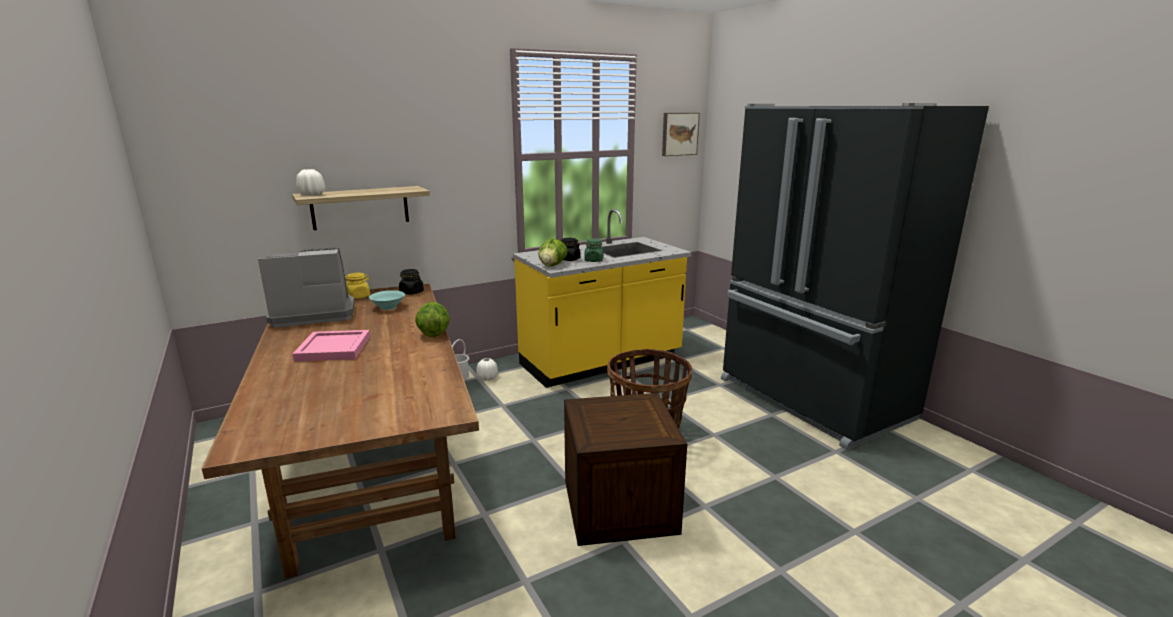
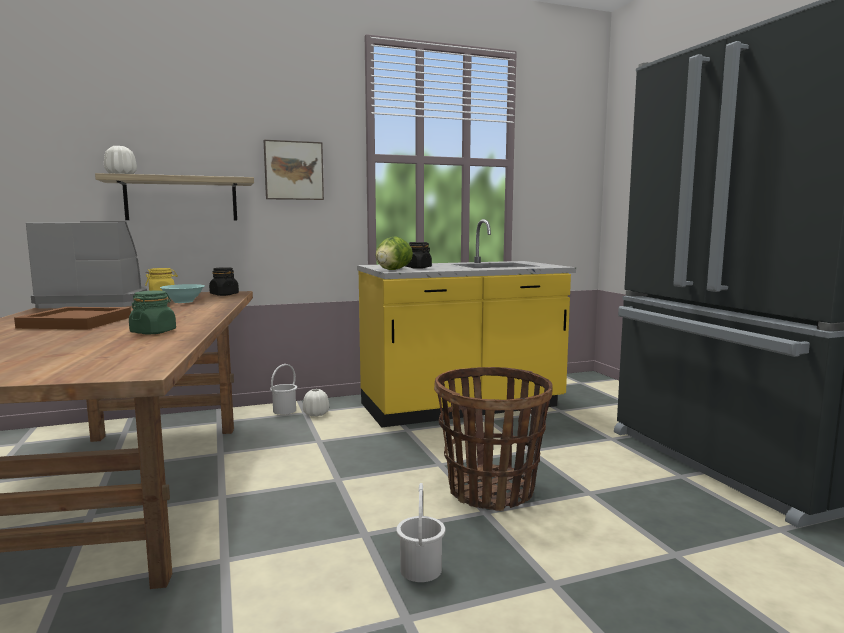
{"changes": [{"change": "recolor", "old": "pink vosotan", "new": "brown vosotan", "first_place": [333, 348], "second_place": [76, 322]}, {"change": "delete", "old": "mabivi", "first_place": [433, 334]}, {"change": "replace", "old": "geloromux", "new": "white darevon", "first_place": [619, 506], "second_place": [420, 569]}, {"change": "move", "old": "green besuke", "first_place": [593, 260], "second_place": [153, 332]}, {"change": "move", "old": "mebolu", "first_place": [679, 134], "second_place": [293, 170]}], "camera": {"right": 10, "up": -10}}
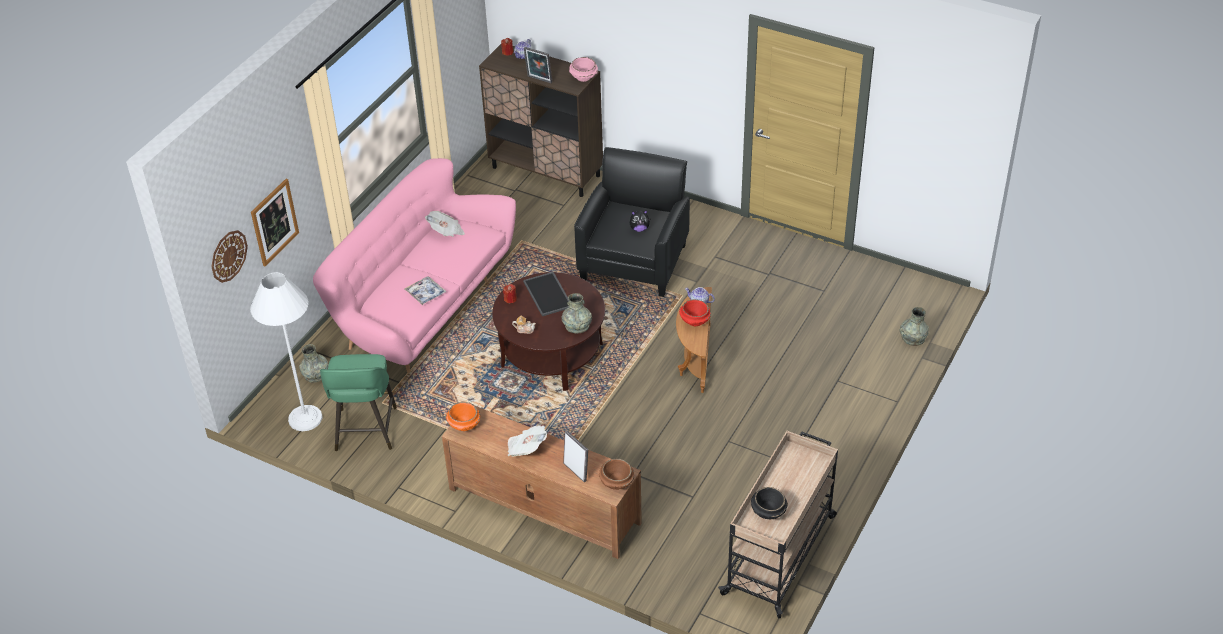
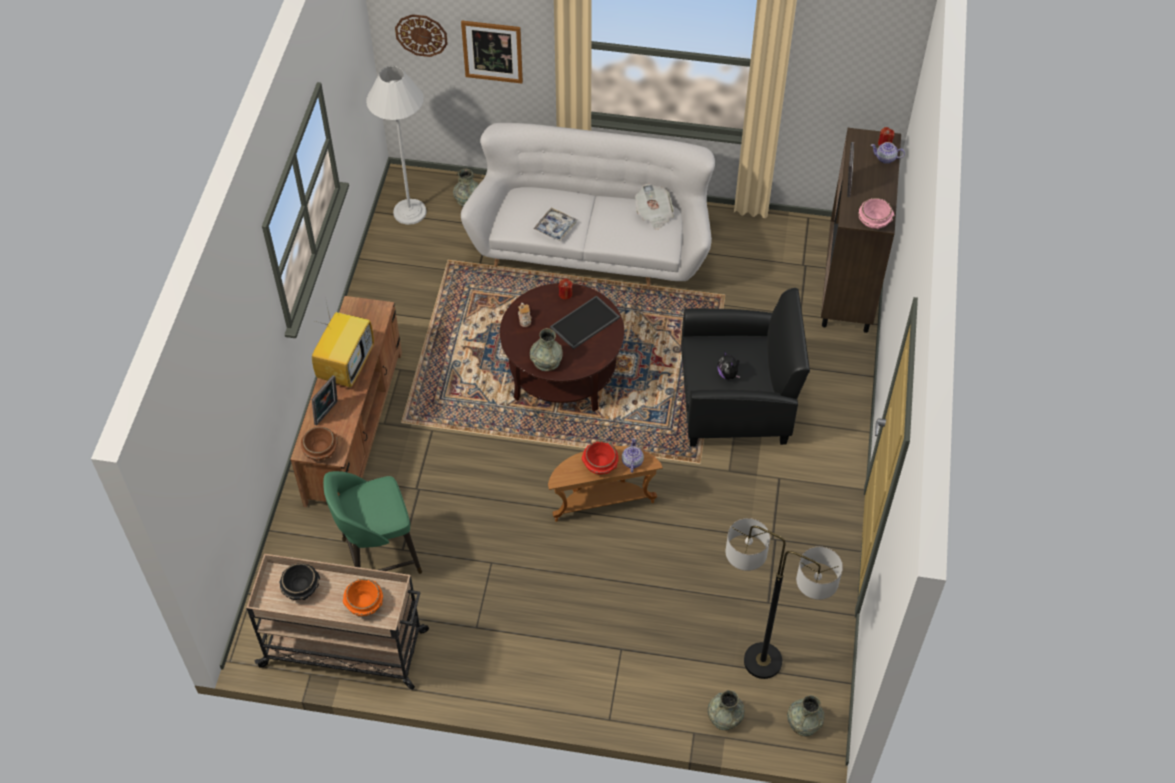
{"changes": [{"change": "recolor", "old": "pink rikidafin", "new": "white rikidafin", "first_place": [422, 305], "second_place": [592, 246]}, {"change": "move", "old": "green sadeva", "first_place": [365, 431], "second_place": [378, 556]}, {"change": "move", "old": "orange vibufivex", "first_place": [464, 425], "second_place": [364, 604]}, {"change": "replace", "old": "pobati", "new": "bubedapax", "first_place": [526, 448], "second_place": [346, 365]}, {"change": "insert", "new": "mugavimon", "second_place": [763, 661]}, {"change": "insert", "new": "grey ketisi", "second_place": [804, 722]}], "camera": {"right": 70, "up": 10}}
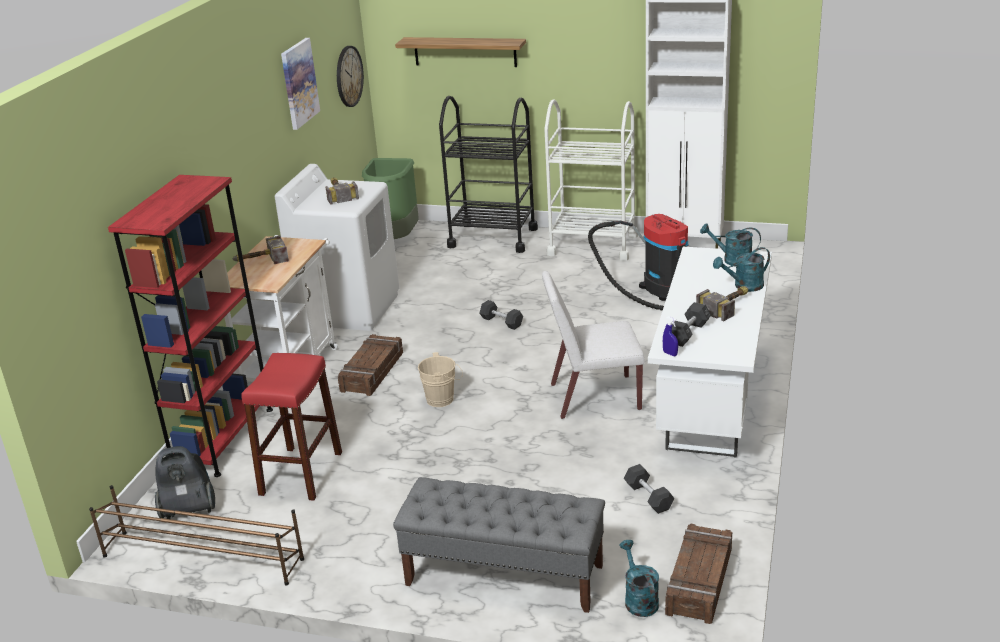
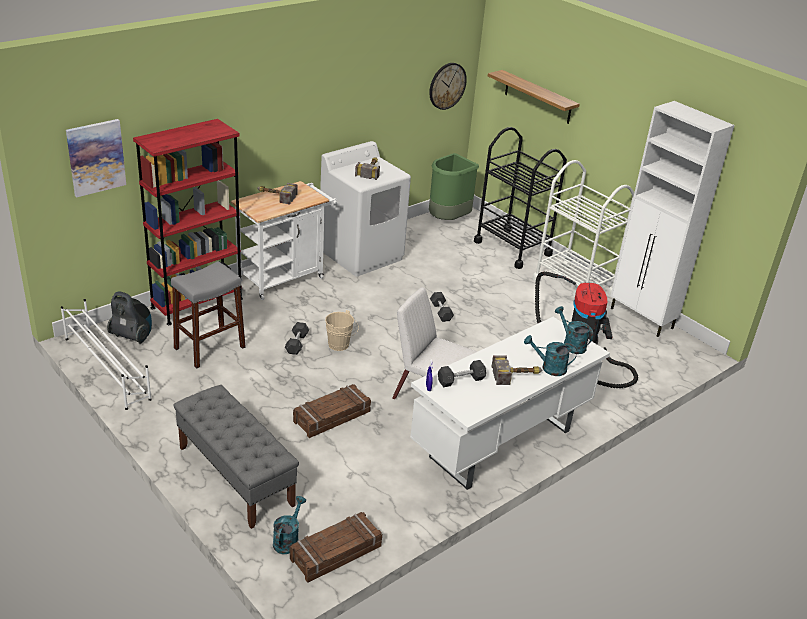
{"changes": [{"change": "recolor", "old": "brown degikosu", "new": "white degikosu", "first_place": [202, 557], "second_place": [107, 368]}, {"change": "recolor", "old": "red sadeva", "new": "grey sadeva", "first_place": [301, 473], "second_place": [209, 348]}, {"change": "move", "old": "mebolu", "first_place": [299, 83], "second_place": [96, 157]}, {"change": "move", "old": "geloromux", "first_place": [373, 372], "second_place": [332, 417]}, {"change": "move", "old": "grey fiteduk", "first_place": [648, 497], "second_place": [297, 344]}], "camera": {"right": 30, "up": 5}}
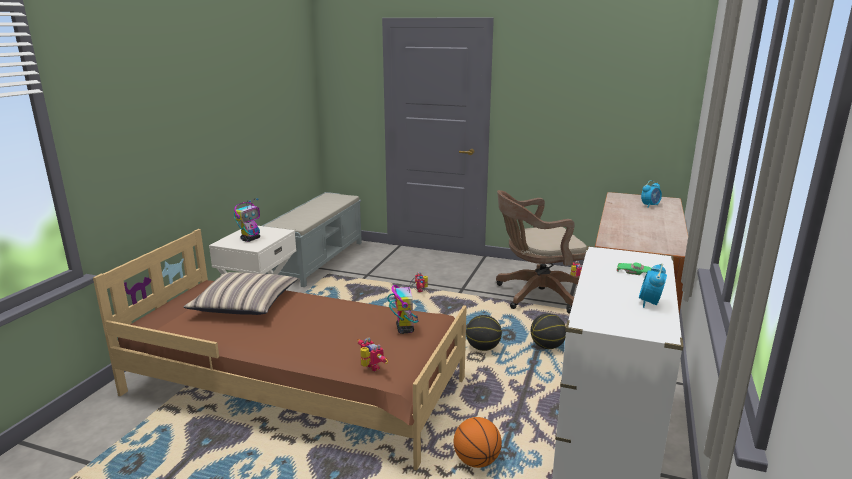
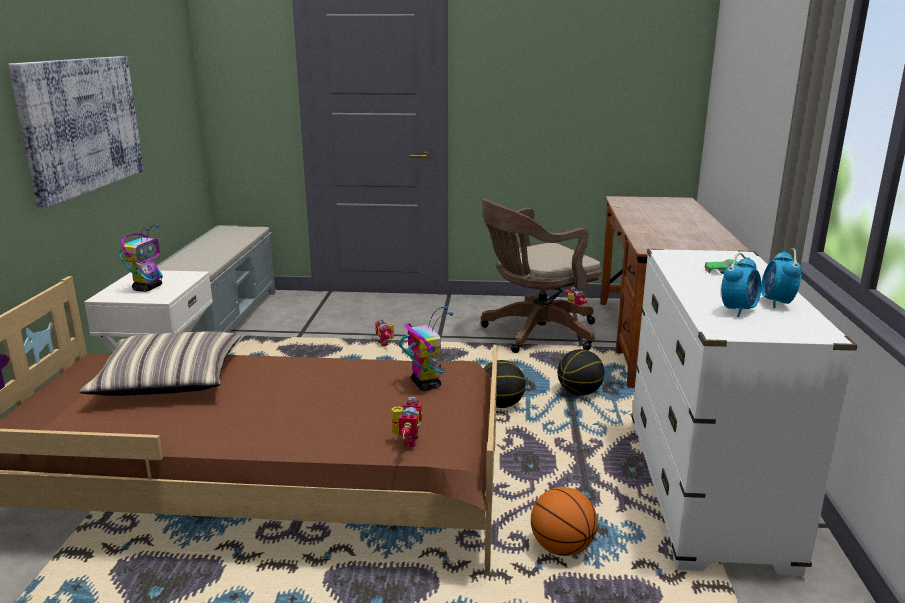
{"changes": [{"change": "rotate", "old": "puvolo", "first_place": [370, 368], "second_place": [406, 440], "degrees": 60}, {"change": "move", "old": "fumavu", "first_place": [650, 206], "second_place": [738, 310]}, {"change": "insert", "new": "mebolu", "second_place": [80, 125]}], "camera": {"right": -15, "up": 0}}
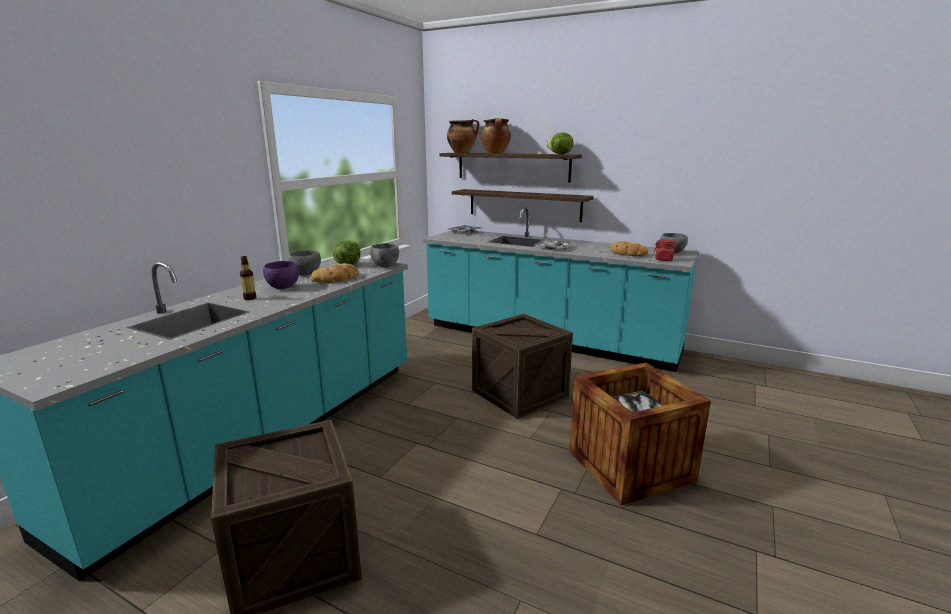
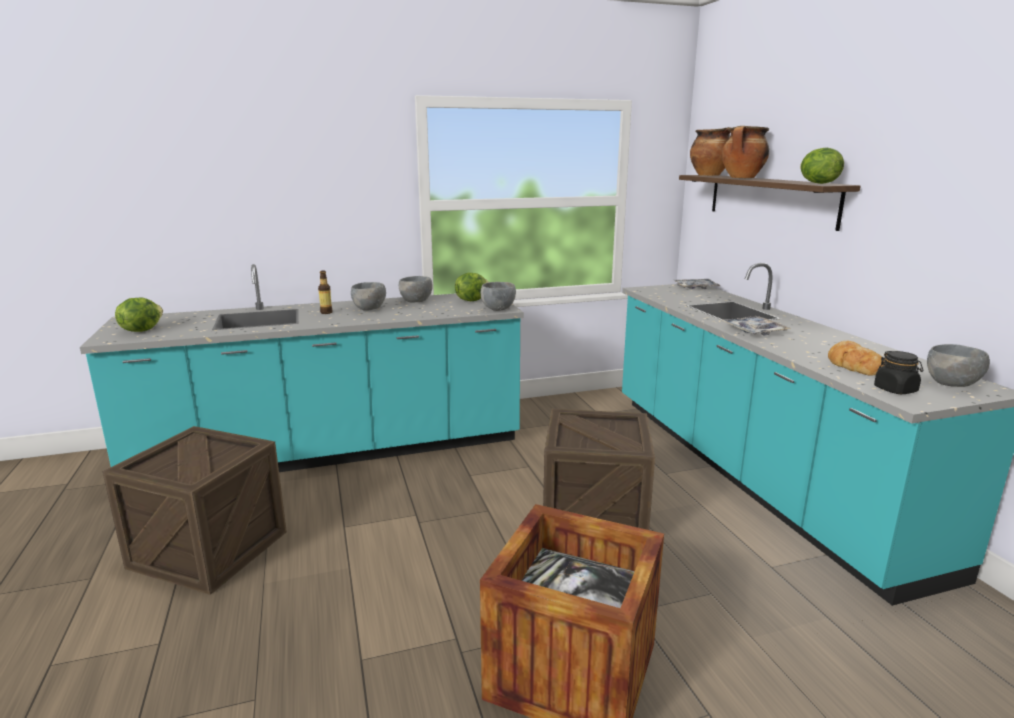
{"changes": [{"change": "recolor", "old": "purple vibufivex", "new": "grey vibufivex", "first_place": [283, 287], "second_place": [370, 309]}, {"change": "delete", "old": "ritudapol", "first_place": [337, 279]}, {"change": "delete", "old": "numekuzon", "first_place": [524, 205]}, {"change": "recolor", "old": "red besuke", "new": "black besuke", "first_place": [664, 259], "second_place": [895, 390]}, {"change": "insert", "new": "mabivi", "second_place": [141, 330]}], "camera": {"right": 45, "up": 0}}
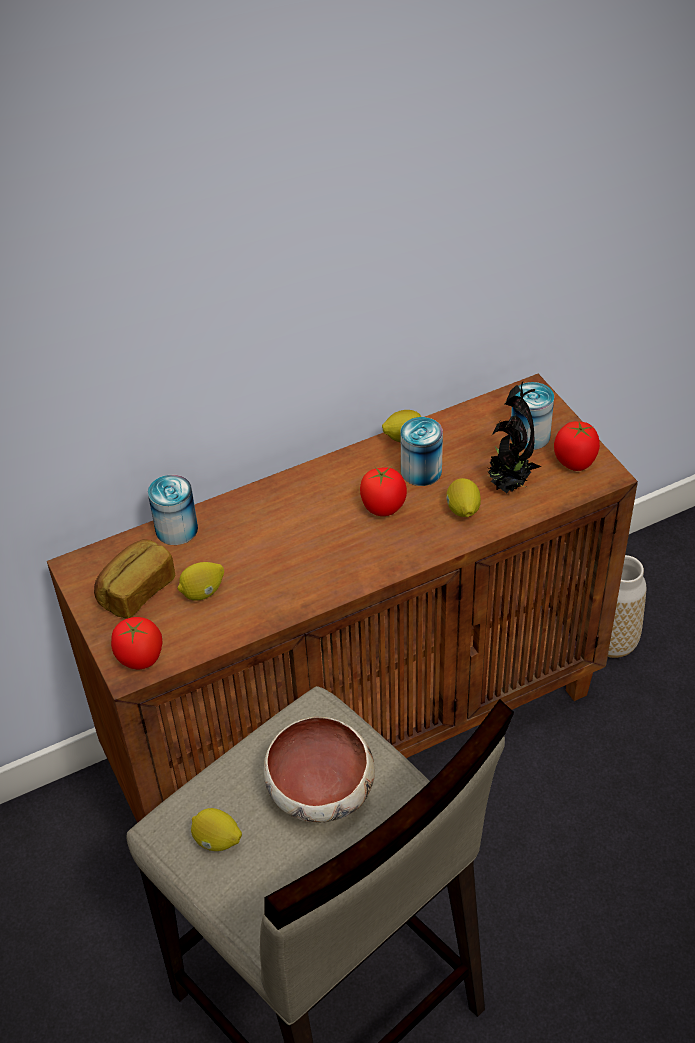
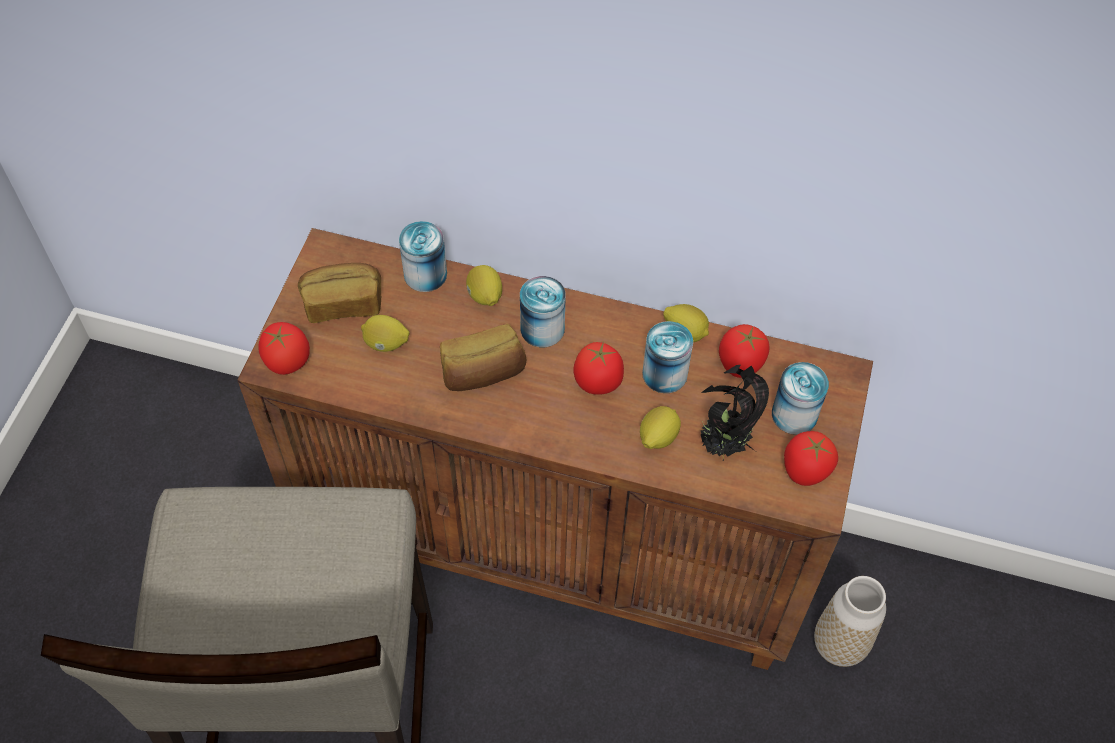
{"changes": [{"change": "move", "old": "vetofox", "first_place": [217, 841], "second_place": [484, 296]}, {"change": "delete", "old": "vibufivex", "first_place": [322, 791]}, {"change": "insert", "new": "ritudapol", "second_place": [483, 373]}, {"change": "insert", "new": "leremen", "second_place": [542, 329]}, {"change": "insert", "new": "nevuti", "second_place": [740, 364]}], "camera": {"right": 40, "up": 10}}
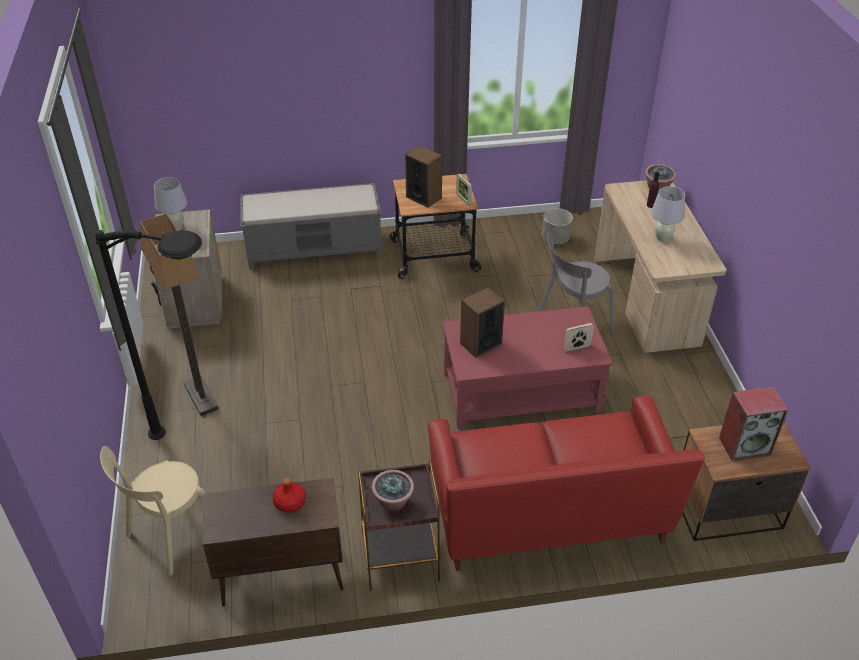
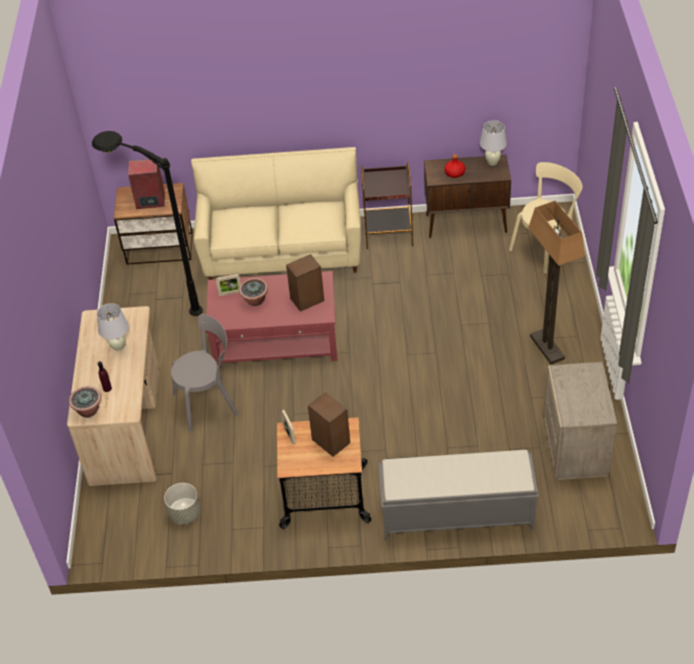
{"changes": [{"change": "move", "old": "black mugavimon", "first_place": [205, 446], "second_place": [159, 300]}, {"change": "move", "old": "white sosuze", "first_place": [176, 228], "second_place": [492, 162]}, {"change": "move", "old": "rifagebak", "first_place": [393, 502], "second_place": [255, 300]}, {"change": "recolor", "old": "red rikidafin", "new": "beige rikidafin", "first_place": [548, 513], "second_place": [283, 252]}], "camera": {"right": -170, "up": 5}}
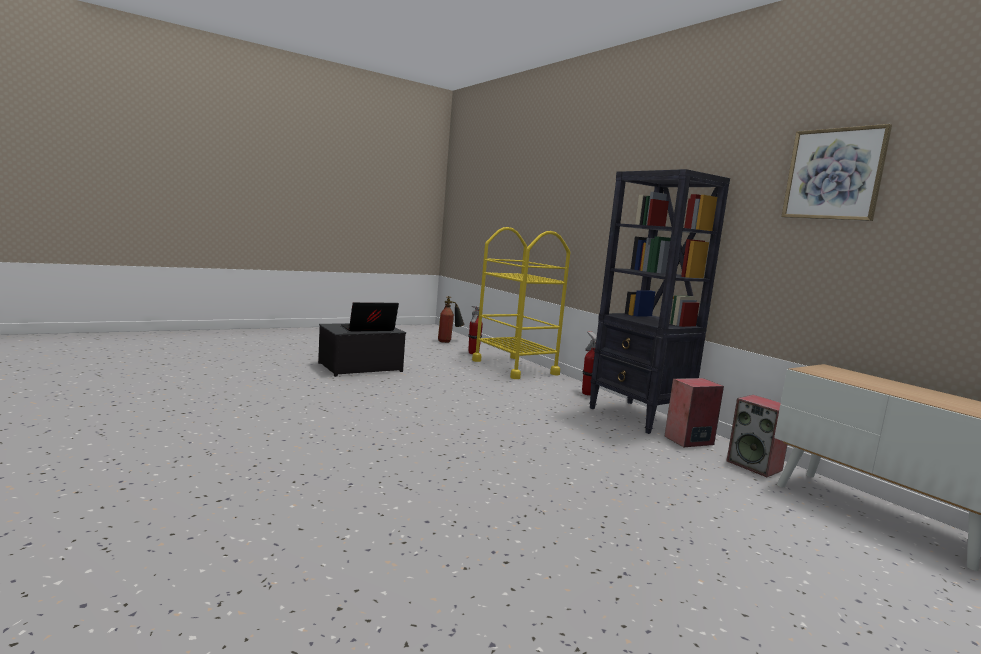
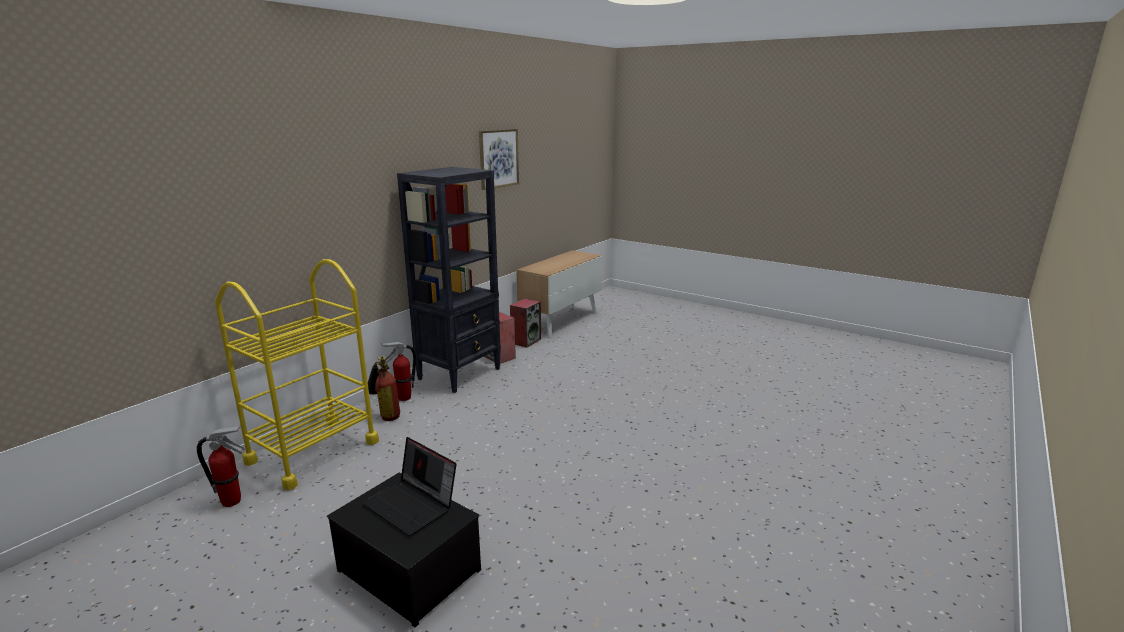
{"changes": [{"change": "move", "old": "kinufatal", "first_place": [449, 341], "second_place": [385, 415]}], "camera": {"right": -110, "up": 10}}
